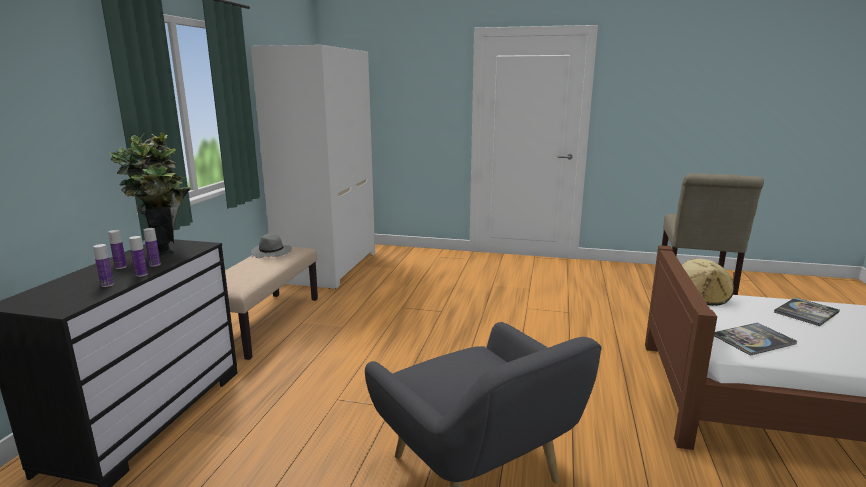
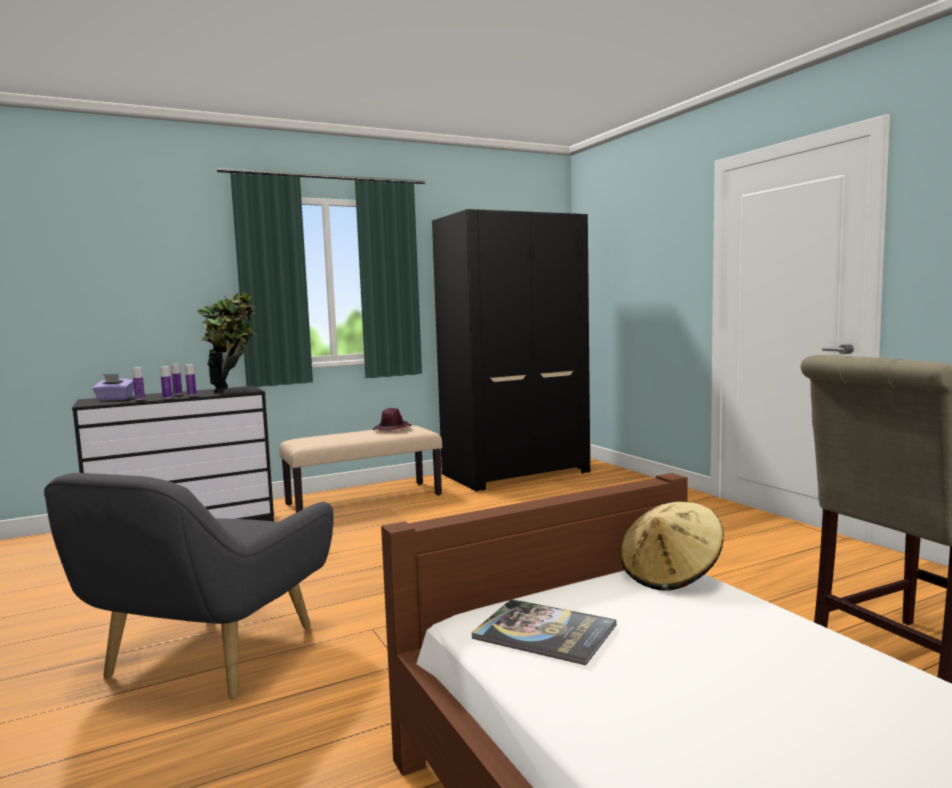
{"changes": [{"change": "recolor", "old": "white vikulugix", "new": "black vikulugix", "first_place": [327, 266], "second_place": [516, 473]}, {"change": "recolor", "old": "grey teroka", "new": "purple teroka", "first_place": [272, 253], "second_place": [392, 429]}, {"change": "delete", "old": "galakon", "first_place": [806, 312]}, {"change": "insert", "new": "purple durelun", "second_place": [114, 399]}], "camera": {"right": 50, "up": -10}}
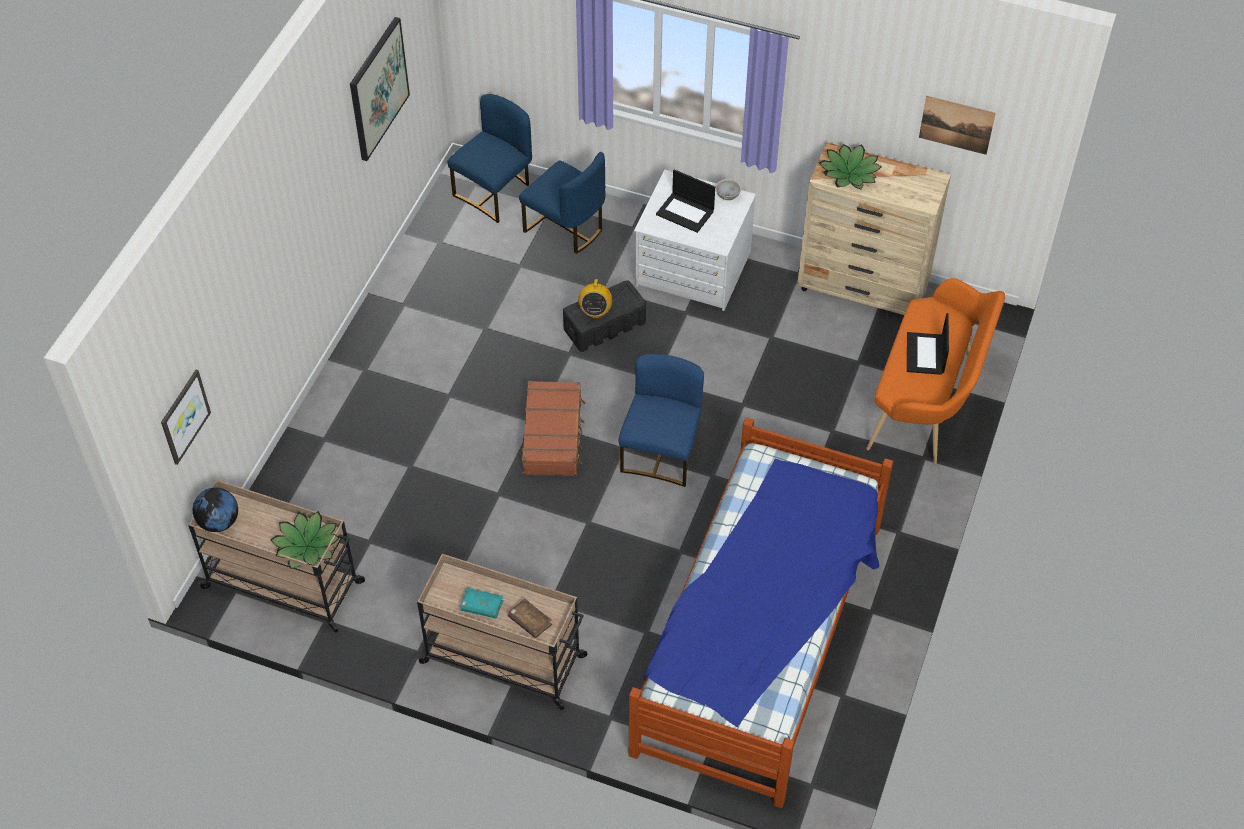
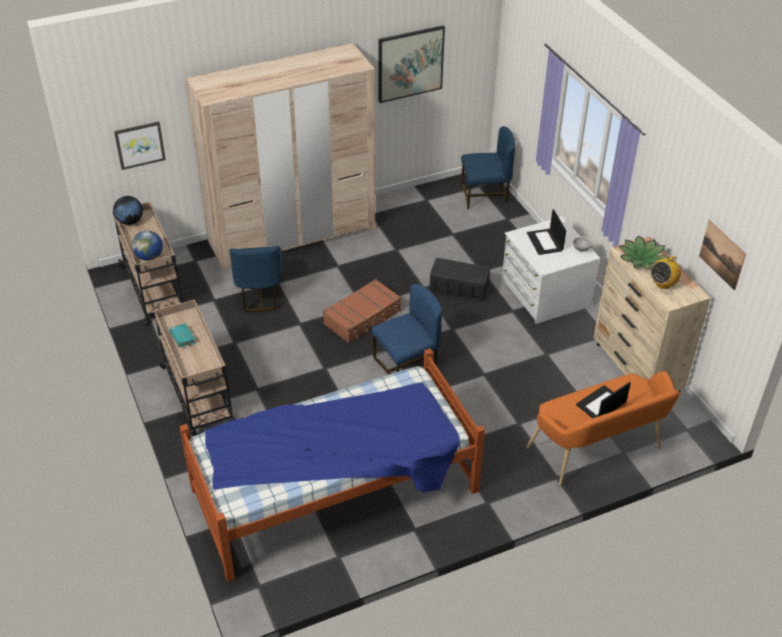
{"changes": [{"change": "replace", "old": "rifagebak", "new": "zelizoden", "first_place": [307, 546], "second_place": [149, 257]}, {"change": "delete", "old": "brown galakon", "first_place": [530, 621]}, {"change": "move", "old": "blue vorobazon", "first_place": [565, 228], "second_place": [259, 295]}, {"change": "move", "old": "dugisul", "first_place": [595, 312], "second_place": [663, 284]}, {"change": "insert", "new": "beige vikulugix", "second_place": [292, 235]}], "camera": {"right": 45, "up": -10}}
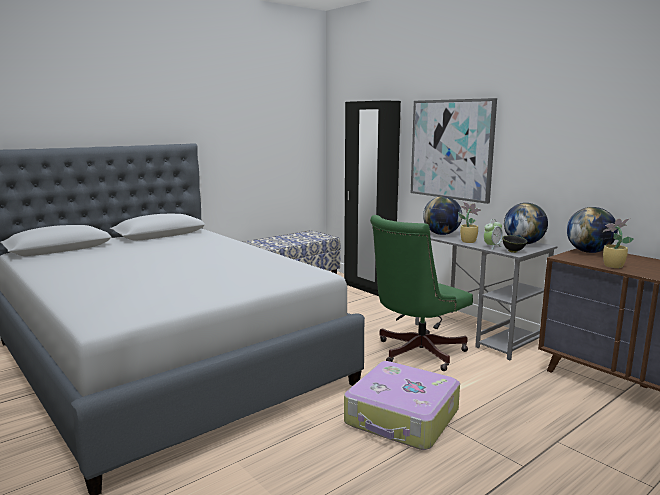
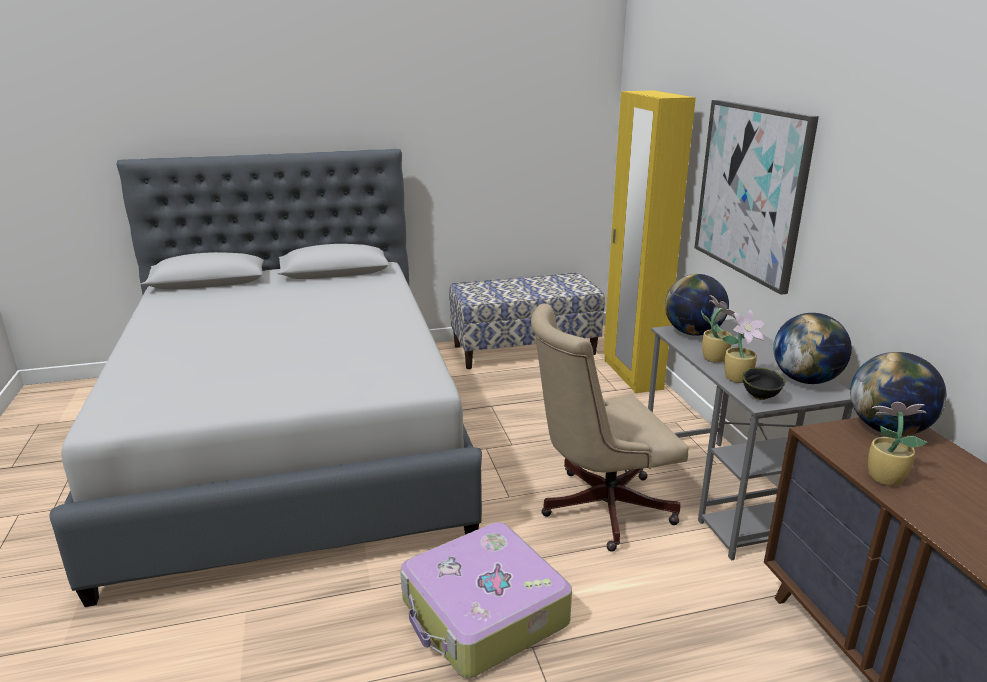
{"changes": [{"change": "recolor", "old": "black vikulugix", "new": "yellow vikulugix", "first_place": [368, 288], "second_place": [631, 374]}, {"change": "recolor", "old": "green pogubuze", "new": "beige pogubuze", "first_place": [415, 353], "second_place": [598, 508]}, {"change": "replace", "old": "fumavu", "new": "rifagebak", "first_place": [492, 247], "second_place": [738, 378]}], "camera": {"right": 25, "up": 10}}
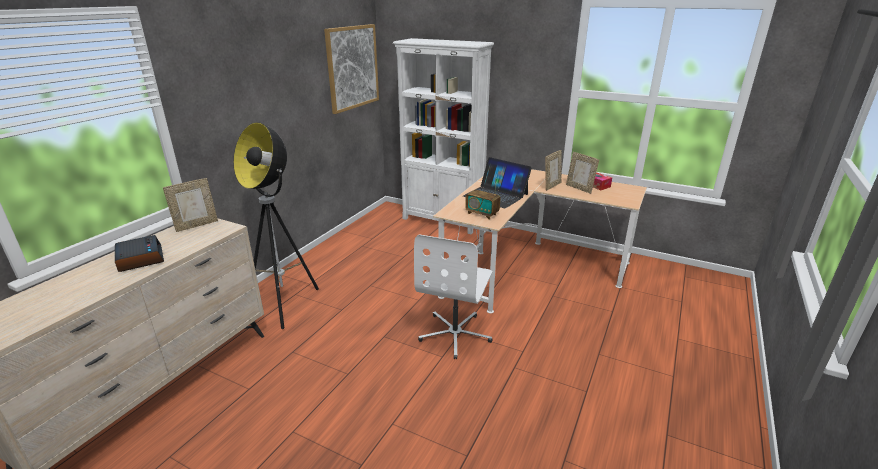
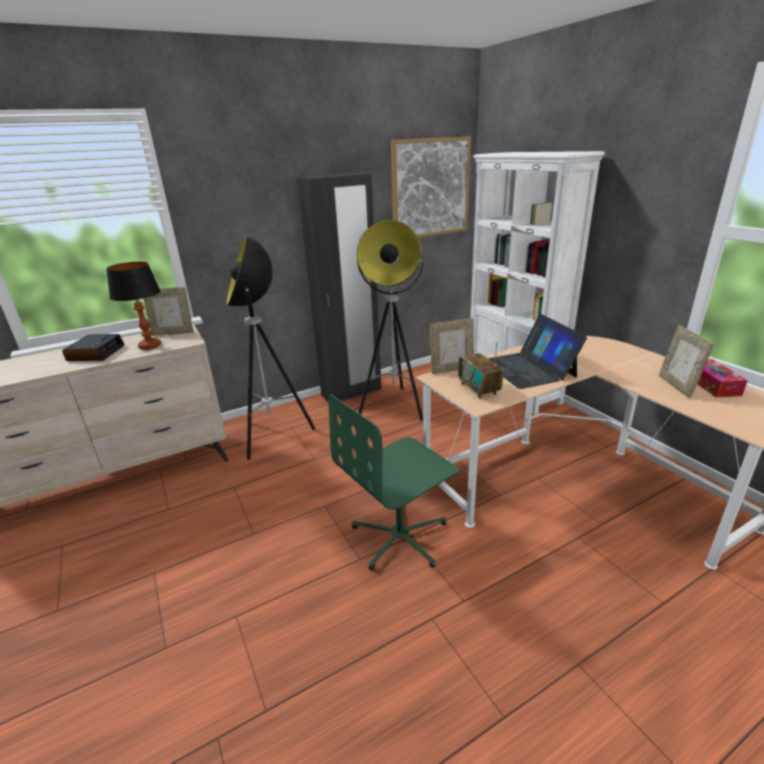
{"changes": [{"change": "recolor", "old": "white pogubuze", "new": "green pogubuze", "first_place": [455, 334], "second_place": [400, 537]}, {"change": "move", "old": "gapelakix", "first_place": [551, 186], "second_place": [451, 369]}, {"change": "insert", "new": "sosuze", "second_place": [150, 346]}, {"change": "insert", "new": "black vikulugix", "second_place": [351, 392]}, {"change": "insert", "new": "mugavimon", "second_place": [395, 406]}], "camera": {"right": 35, "up": 0}}
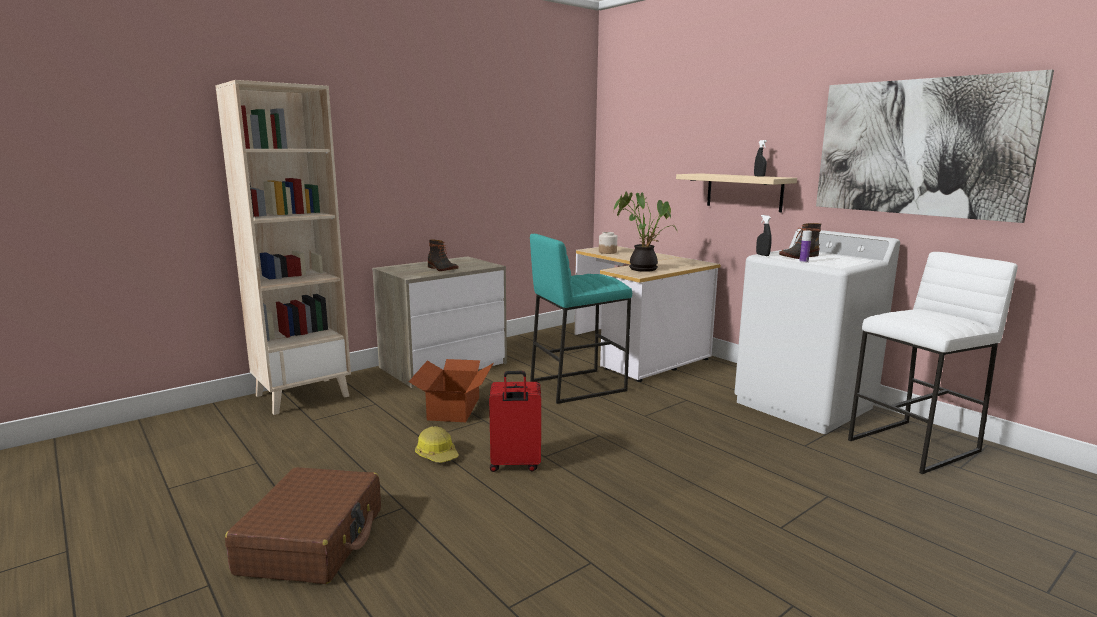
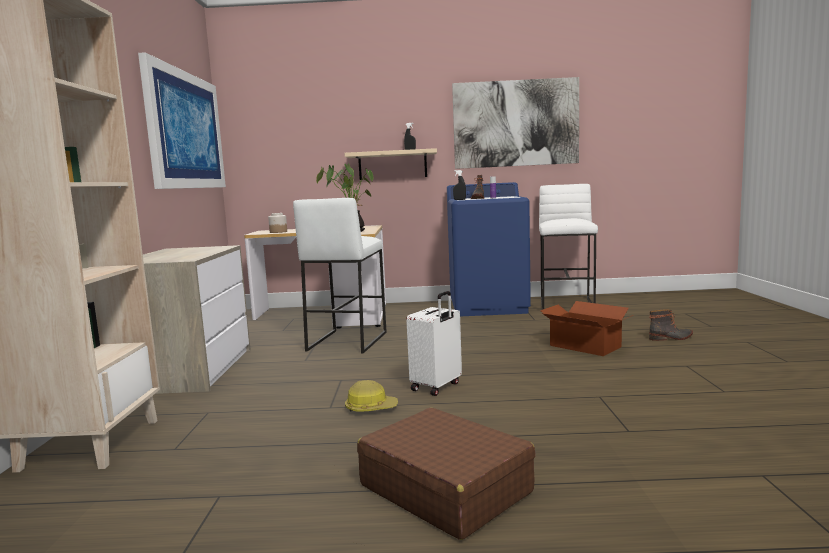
{"changes": [{"change": "move", "old": "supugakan", "first_place": [453, 408], "second_place": [585, 346]}, {"change": "move", "old": "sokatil", "first_place": [441, 269], "second_place": [671, 338]}, {"change": "recolor", "old": "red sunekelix", "new": "white sunekelix", "first_place": [515, 465], "second_place": [437, 387]}, {"change": "recolor", "old": "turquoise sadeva", "new": "white sadeva", "first_place": [577, 385], "second_place": [346, 341]}, {"change": "recolor", "old": "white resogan", "new": "blue resogan", "first_place": [804, 405], "second_place": [489, 307]}, {"change": "insert", "new": "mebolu", "second_place": [185, 131]}], "camera": {"right": -50, "up": -5}}
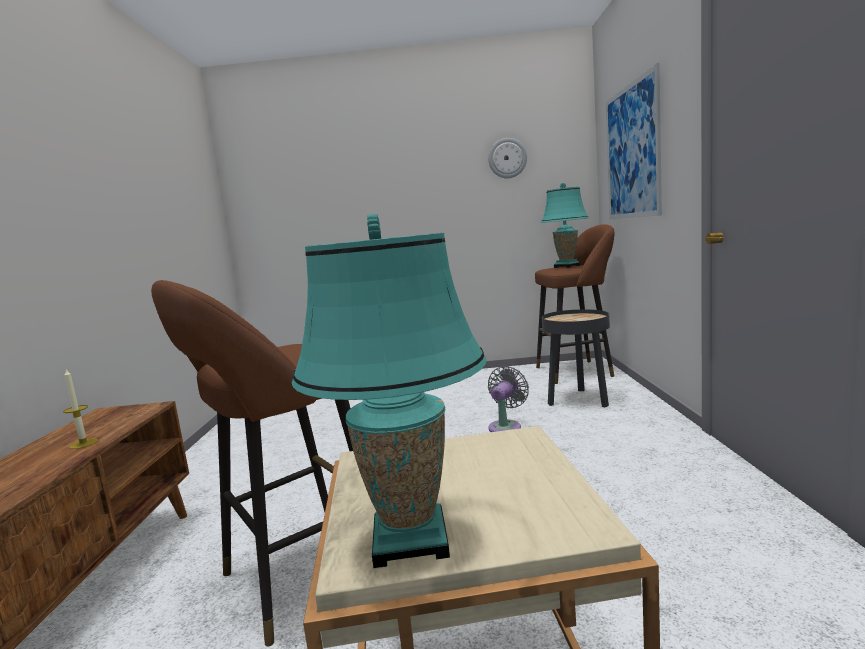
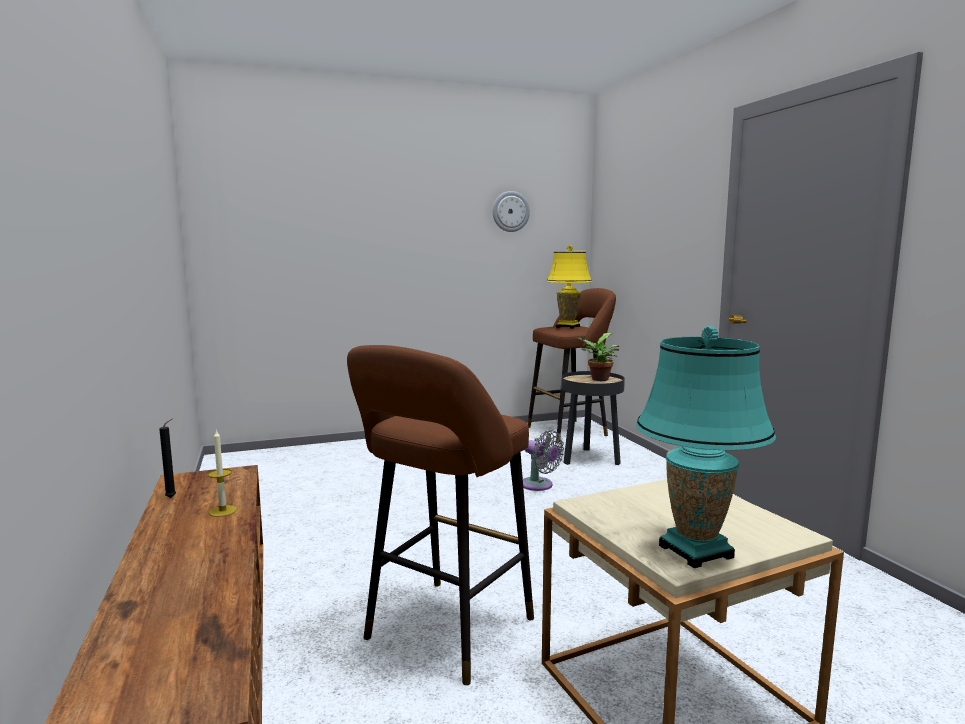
{"changes": [{"change": "rotate", "old": "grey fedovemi", "first_place": [506, 426], "second_place": [539, 485], "degrees": 120}, {"change": "recolor", "old": "turquoise sosuze", "new": "yellow sosuze", "first_place": [566, 266], "second_place": [567, 327]}, {"change": "delete", "old": "mebolu", "first_place": [631, 152]}, {"change": "insert", "new": "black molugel", "second_place": [172, 497]}, {"change": "insert", "new": "rifagebak", "second_place": [598, 379]}], "camera": {"right": -20, "up": 0}}
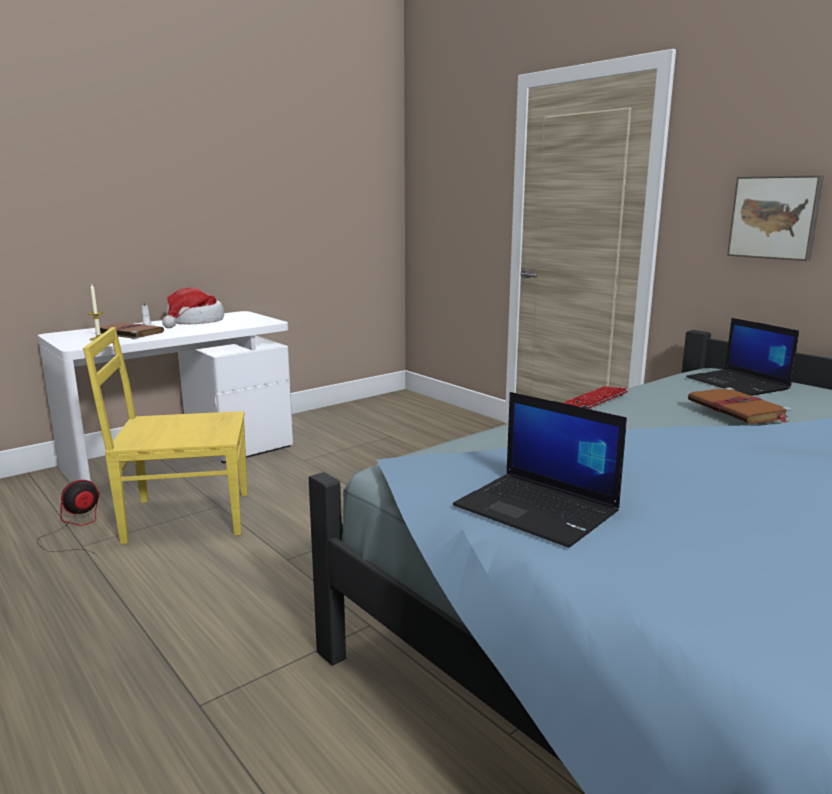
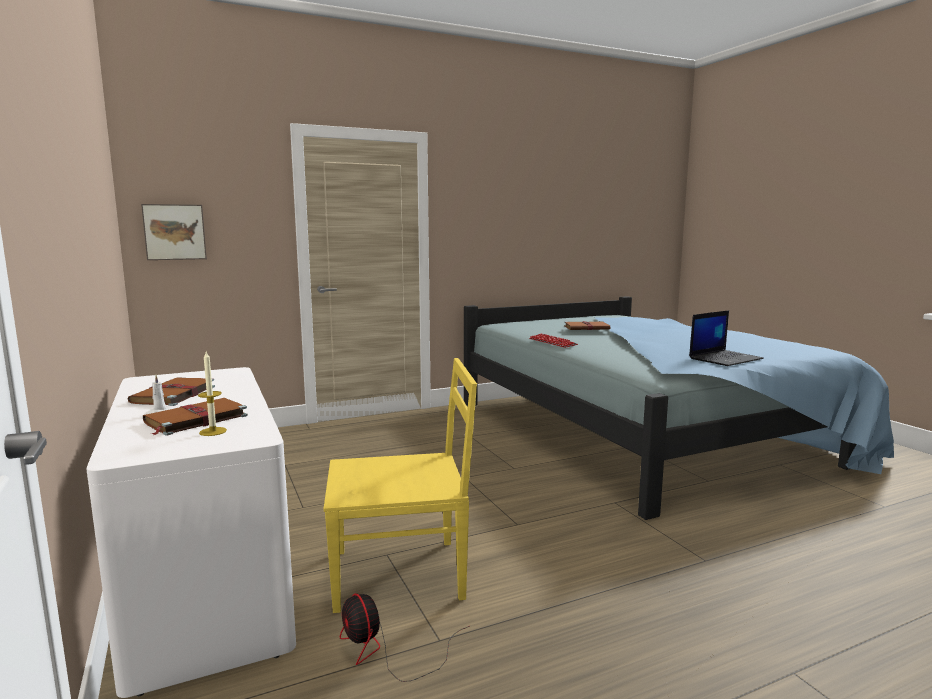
{"changes": [{"change": "rotate", "old": "yellow vorobazon", "first_place": [184, 517], "second_place": [402, 574], "degrees": -105}, {"change": "replace", "old": "teroka", "new": "brown galakon", "first_place": [194, 322], "second_place": [173, 395]}, {"change": "delete", "old": "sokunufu", "first_place": [739, 384]}, {"change": "move", "old": "mebolu", "first_place": [775, 217], "second_place": [174, 232]}], "camera": {"right": -75, "up": -5}}
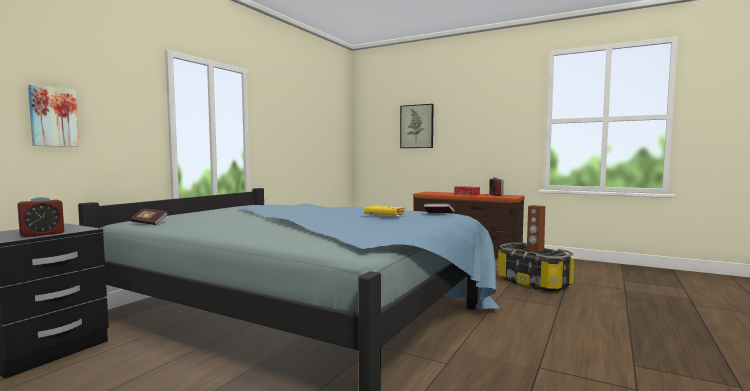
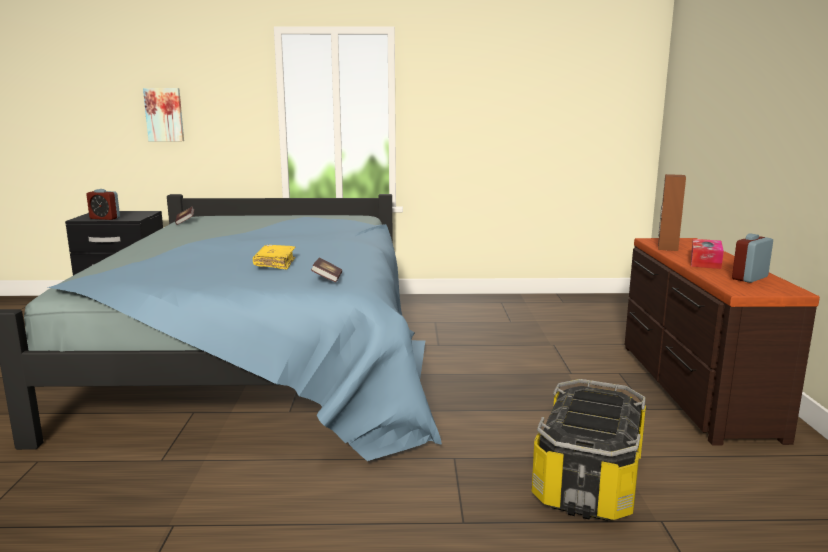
{"changes": [{"change": "delete", "old": "mebolu", "first_place": [417, 126]}, {"change": "move", "old": "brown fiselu", "first_place": [535, 250], "second_place": [667, 248]}], "camera": {"right": 60, "up": 10}}
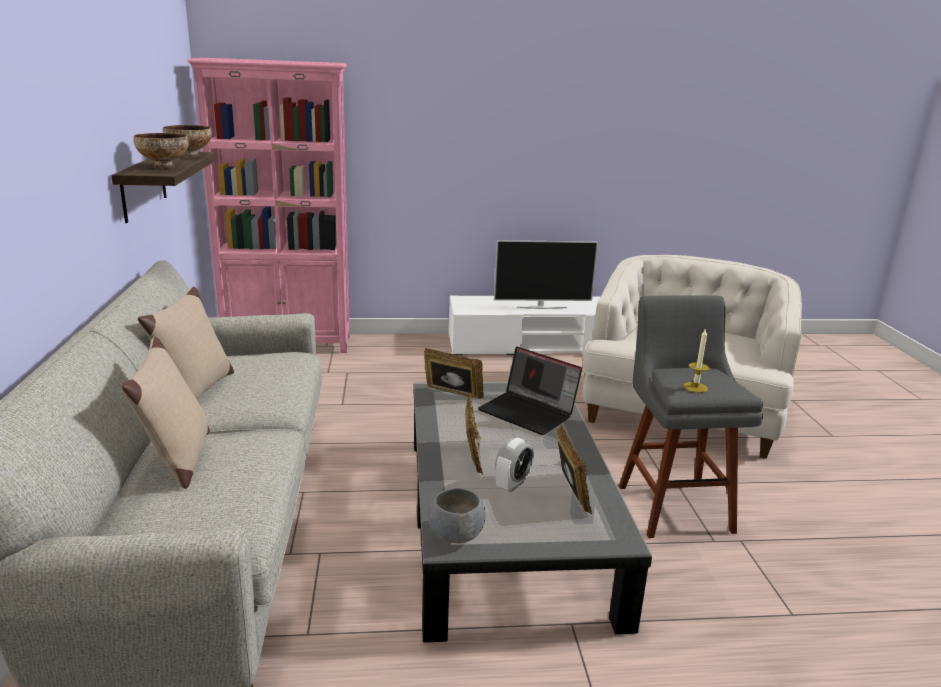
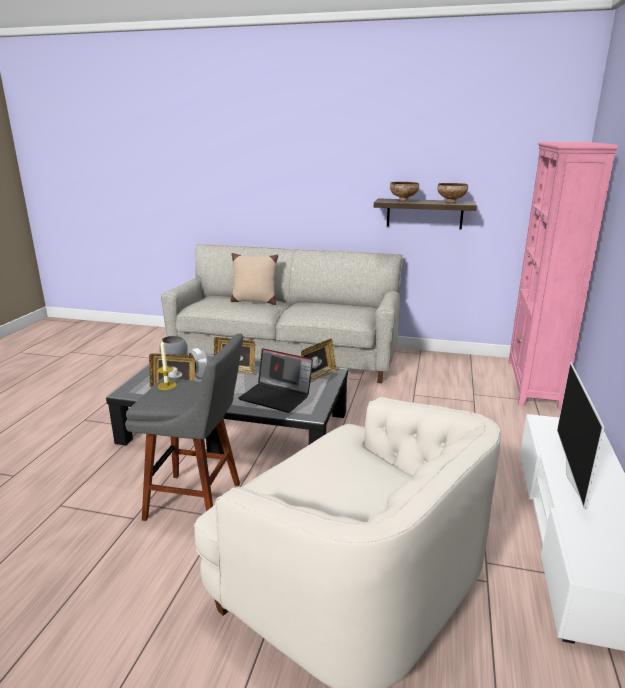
{"changes": [{"change": "delete", "old": "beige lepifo", "first_place": [196, 390]}, {"change": "rotate", "old": "sokunufu", "first_place": [529, 412], "second_place": [277, 396], "degrees": -120}], "camera": {"right": 110, "up": 0}}
